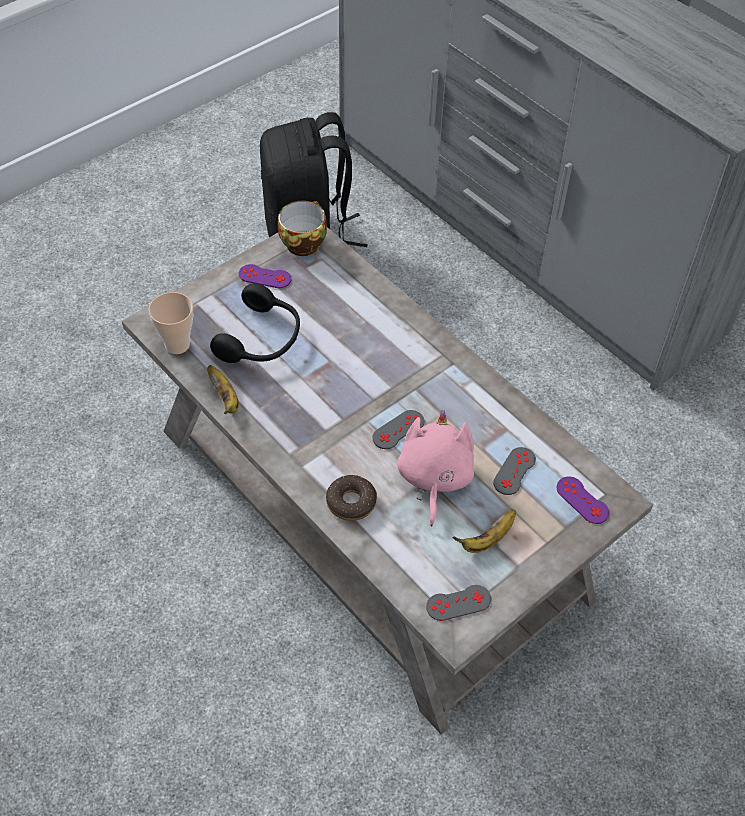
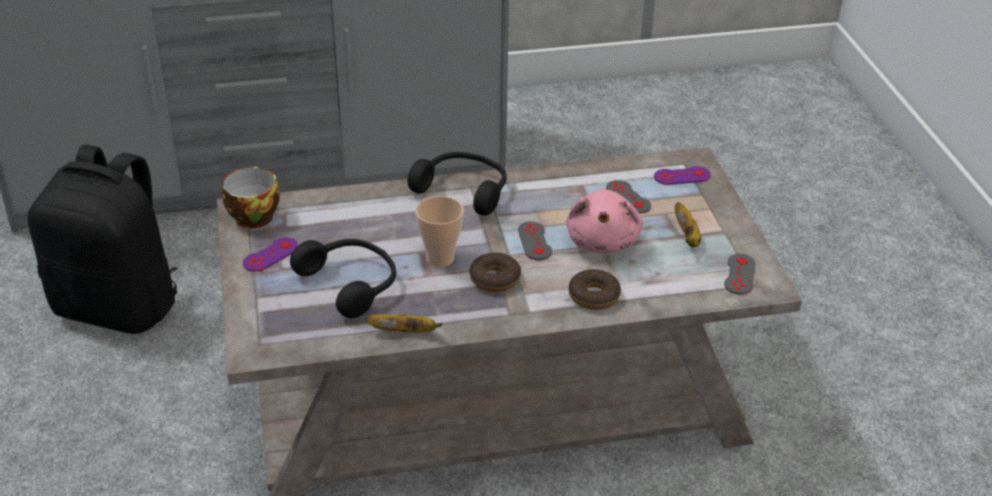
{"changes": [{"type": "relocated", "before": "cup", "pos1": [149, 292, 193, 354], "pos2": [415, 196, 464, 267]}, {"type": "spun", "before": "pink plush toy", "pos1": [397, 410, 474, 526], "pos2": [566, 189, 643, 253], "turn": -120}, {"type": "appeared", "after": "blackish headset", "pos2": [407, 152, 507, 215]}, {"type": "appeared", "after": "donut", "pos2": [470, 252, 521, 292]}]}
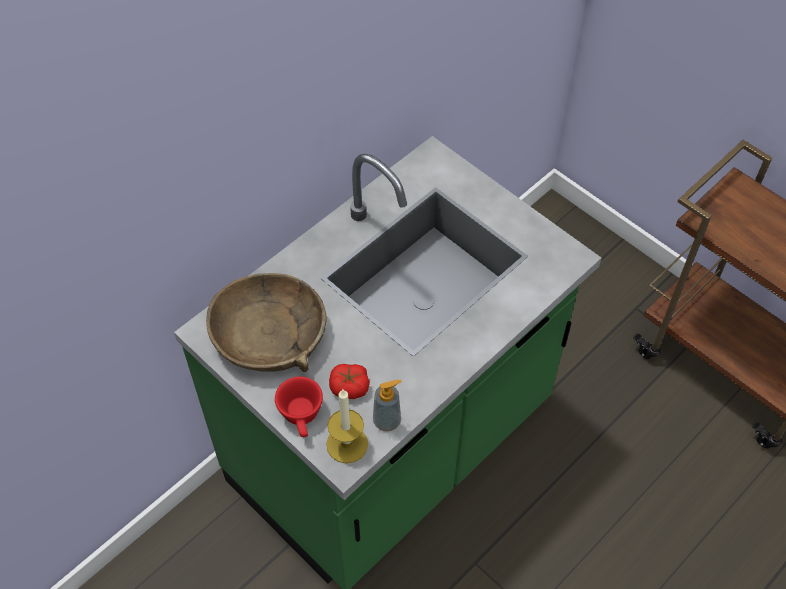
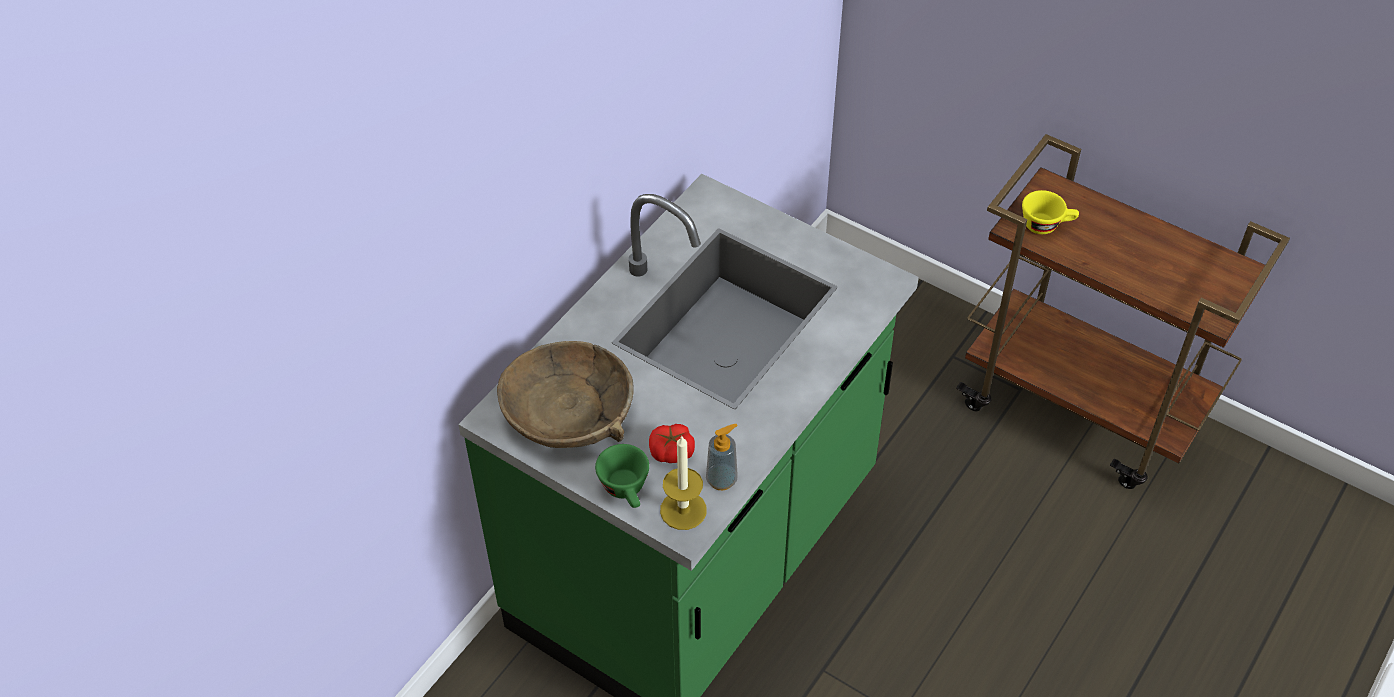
{"changes": [{"type": "colour", "before": "red cup", "after": "green-coloured cup", "pos1": [275, 377, 323, 437], "pos2": [595, 444, 649, 508]}, {"type": "appeared", "after": "yellow cup", "pos2": [1022, 190, 1079, 234]}]}
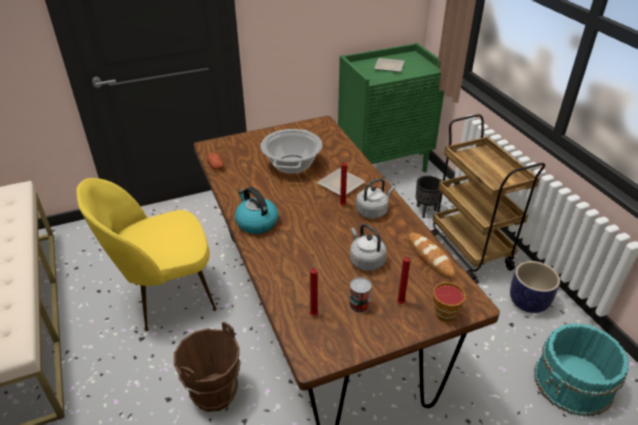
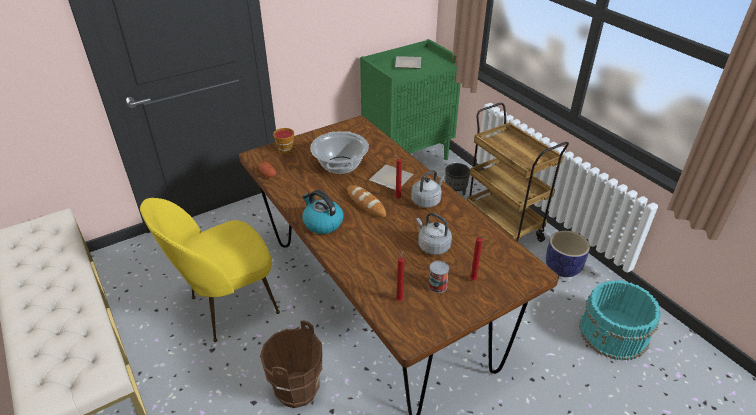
{"changes": [{"type": "relocated", "before": "bakery bread", "pos1": [408, 233, 455, 278], "pos2": [347, 185, 386, 217]}, {"type": "relocated", "before": "cup", "pos1": [433, 282, 466, 322], "pos2": [273, 128, 294, 154]}]}
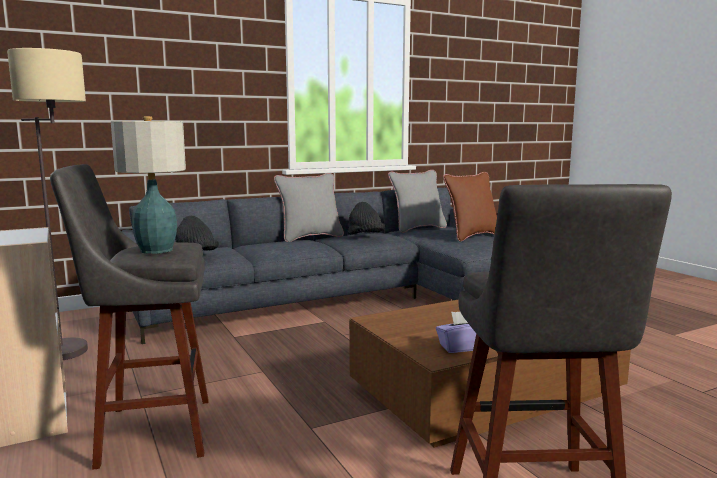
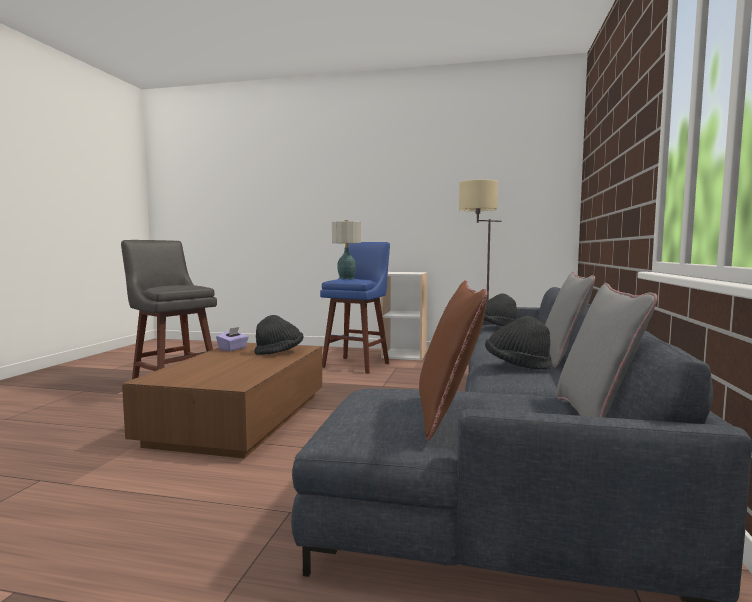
{"changes": [{"type": "colour", "before": "greyish stool seat", "after": "bluish stool seat", "pos1": [50, 164, 209, 470], "pos2": [320, 242, 390, 374]}, {"type": "appeared", "after": "blackish hat", "pos2": [255, 315, 304, 355]}]}
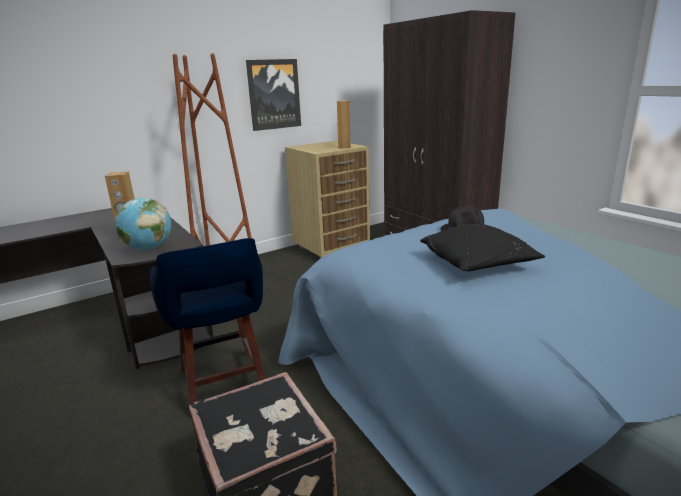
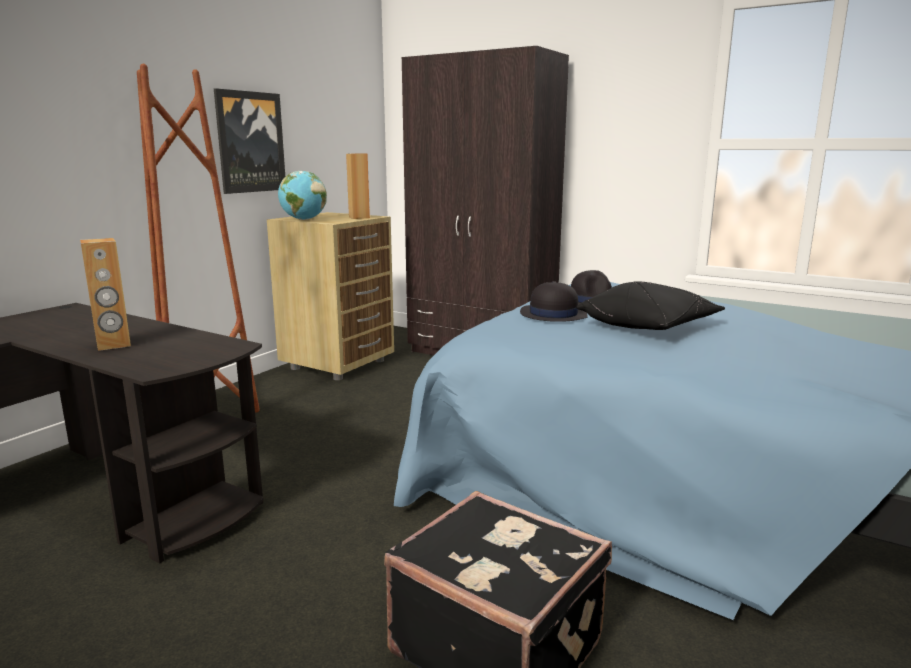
{"changes": [{"type": "relocated", "before": "desk globe", "pos1": [115, 198, 171, 250], "pos2": [278, 171, 327, 220]}, {"type": "missing", "before": "bluish stool seat", "pos1": [150, 238, 266, 418]}, {"type": "appeared", "after": "blackish hat", "pos2": [520, 281, 588, 322]}]}
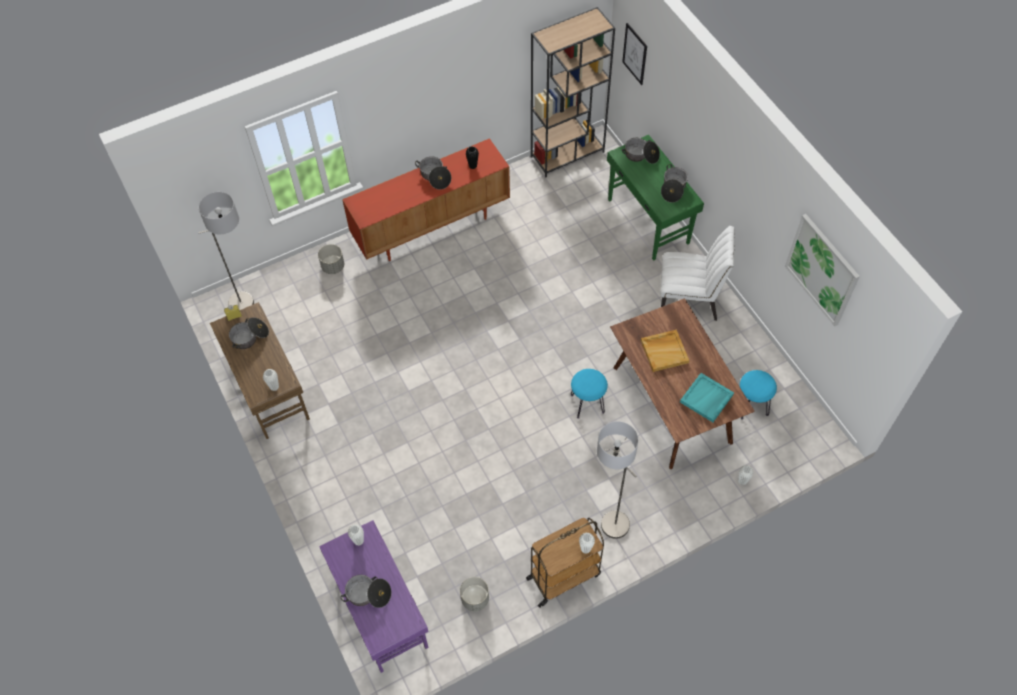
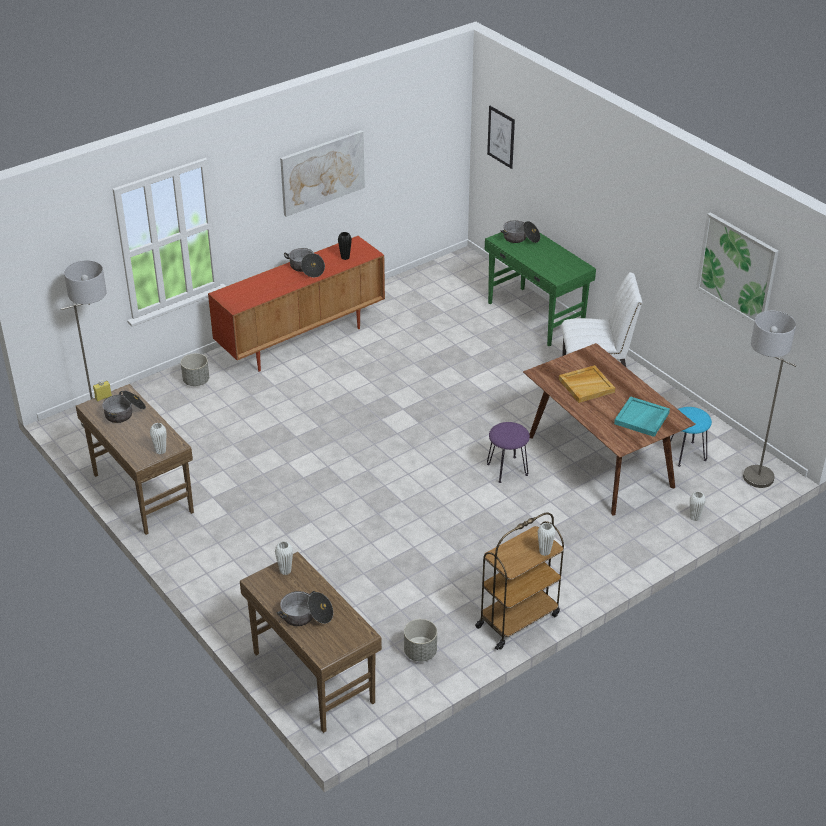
{"changes": [{"type": "missing", "before": "bookcase", "pos1": [531, 7, 615, 177]}, {"type": "missing", "before": "cooking pot", "pos1": [661, 164, 688, 203]}, {"type": "colour", "before": "turquoise-coloured stool seat", "after": "purplish stool seat", "pos1": [571, 369, 608, 419], "pos2": [487, 422, 530, 483]}, {"type": "relocated", "before": "greyish standard lamp", "pos1": [597, 421, 638, 539], "pos2": [743, 311, 796, 488]}, {"type": "colour", "before": "purplish hall table", "after": "brownish hall table", "pos1": [319, 520, 429, 673], "pos2": [240, 552, 382, 733]}, {"type": "appeared", "after": "wall art", "pos2": [280, 130, 365, 217]}]}
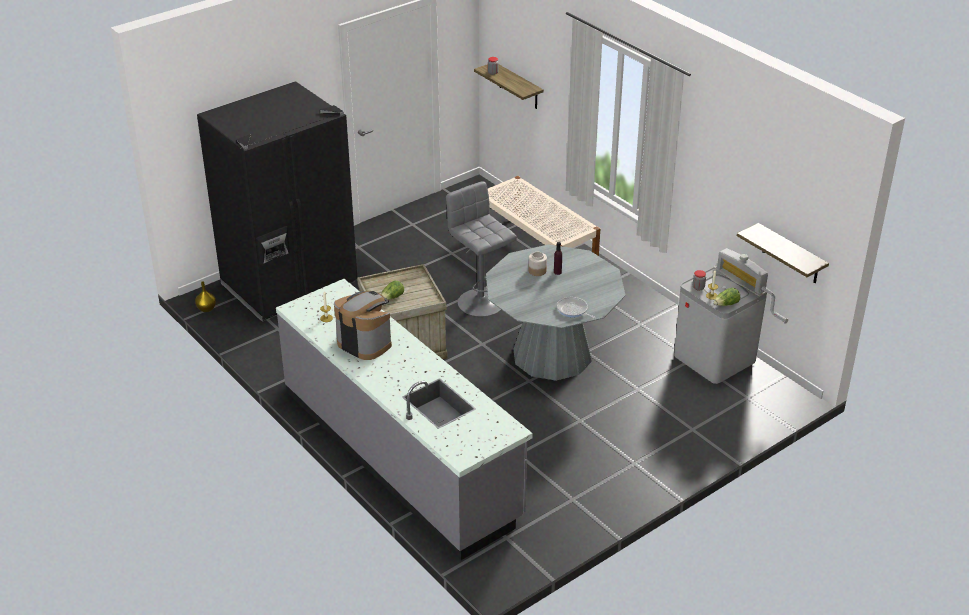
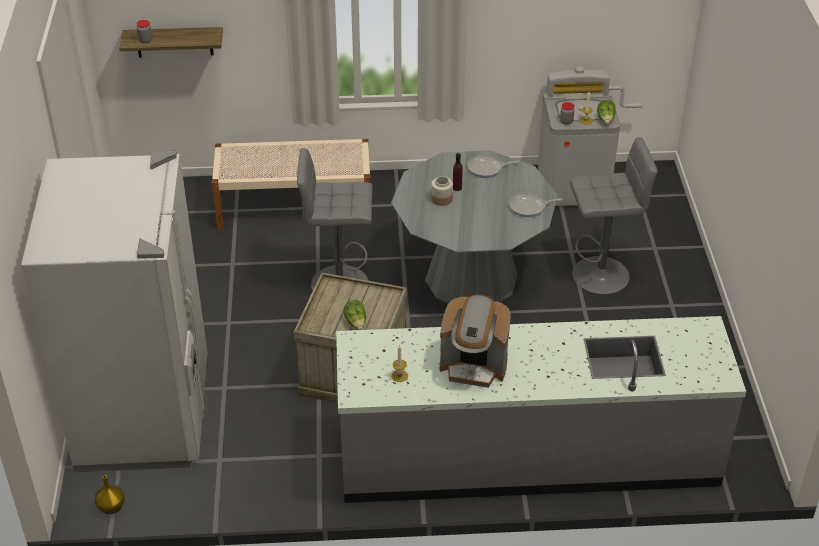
{"changes": [{"type": "colour", "before": "blackish refrigerator", "after": "white-coloured refrigerator", "pos1": [197, 81, 357, 322], "pos2": [21, 151, 208, 473]}, {"type": "missing", "before": "wall shelf", "pos1": [737, 223, 829, 283]}, {"type": "spun", "before": "coffee machine", "pos1": [334, 291, 392, 360], "pos2": [440, 294, 511, 388], "turn": -150}, {"type": "appeared", "after": "greyish stool seat", "pos2": [570, 137, 658, 294]}, {"type": "appeared", "after": "pan", "pos2": [468, 155, 519, 178]}]}
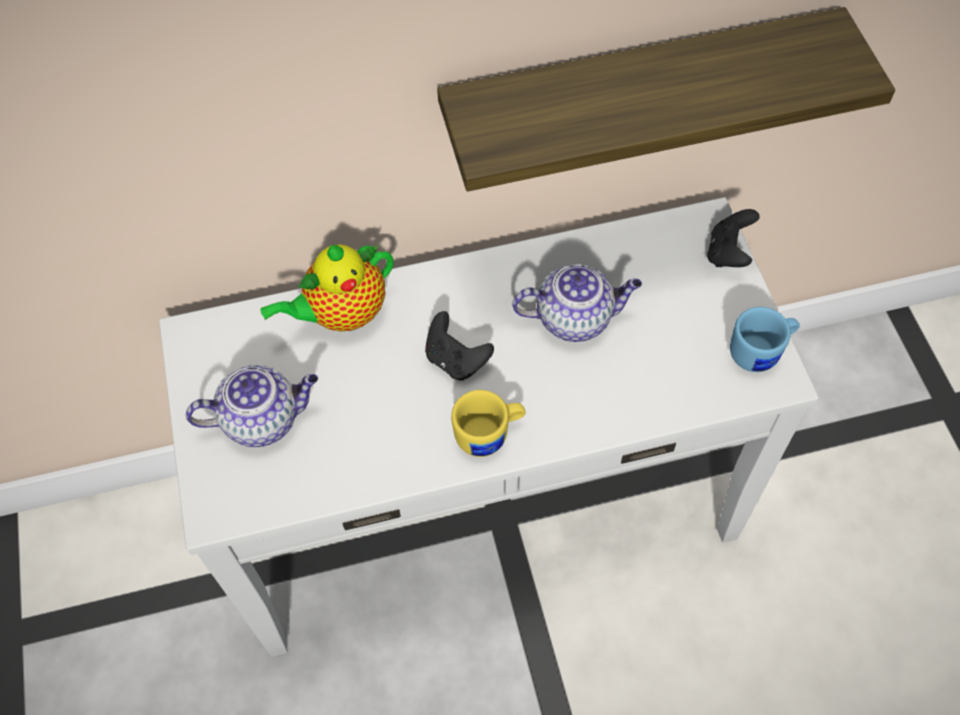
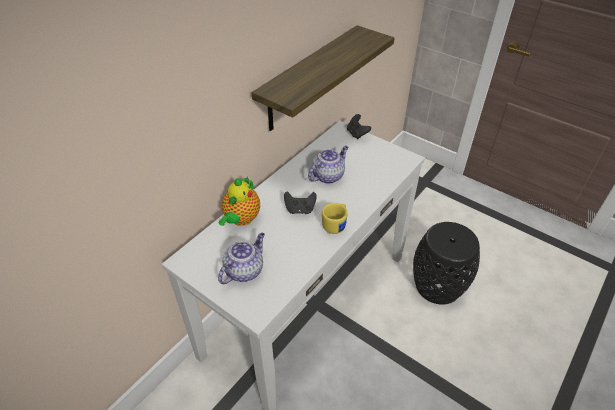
{"changes": [{"type": "missing", "before": "bluish coffee mug", "pos1": [730, 307, 800, 372]}, {"type": "appeared", "after": "blackish stool seat", "pos2": [413, 222, 480, 305]}]}
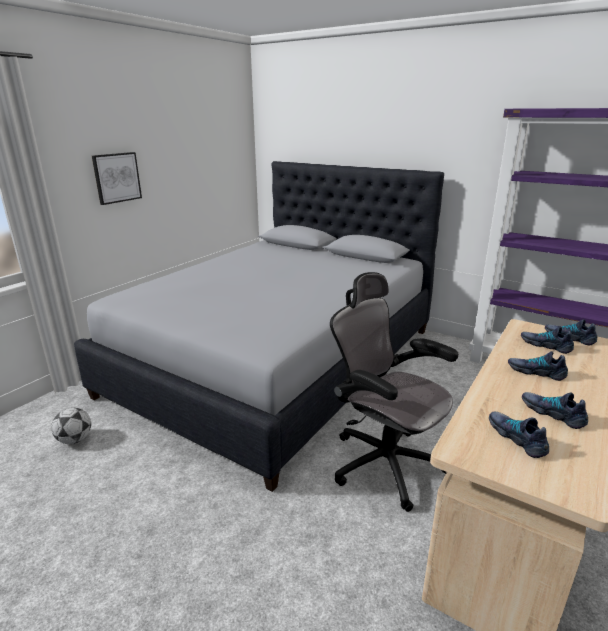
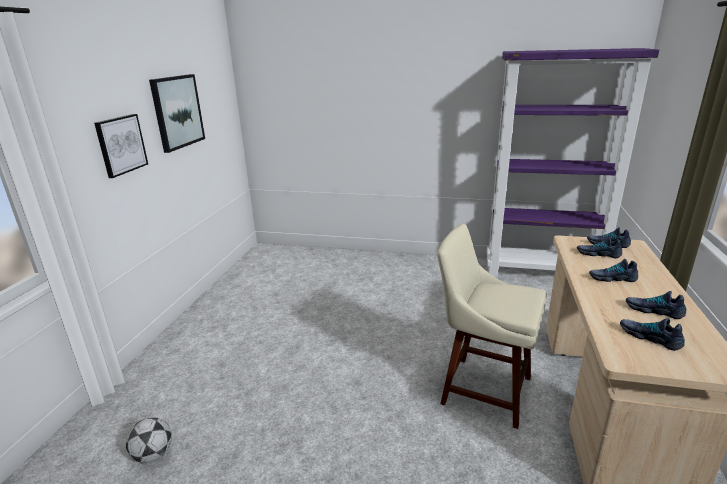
{"changes": [{"type": "missing", "before": "greyish bed", "pos1": [74, 161, 444, 492]}, {"type": "exchanged", "before": "desk chair", "after": "beige stool seat", "pos1": [330, 272, 458, 512], "pos2": [437, 224, 547, 429]}, {"type": "appeared", "after": "wall art", "pos2": [149, 74, 205, 153]}]}
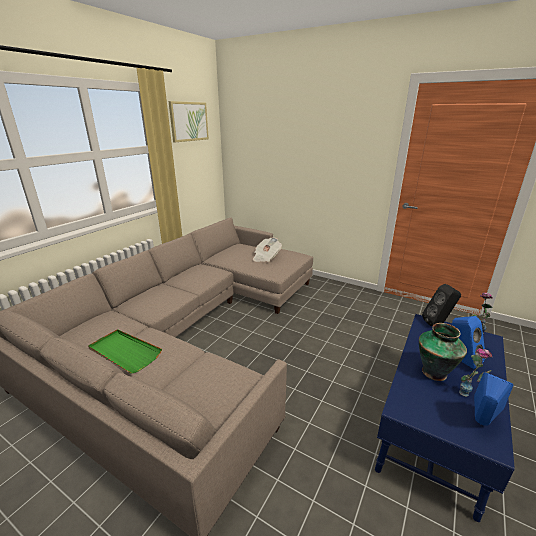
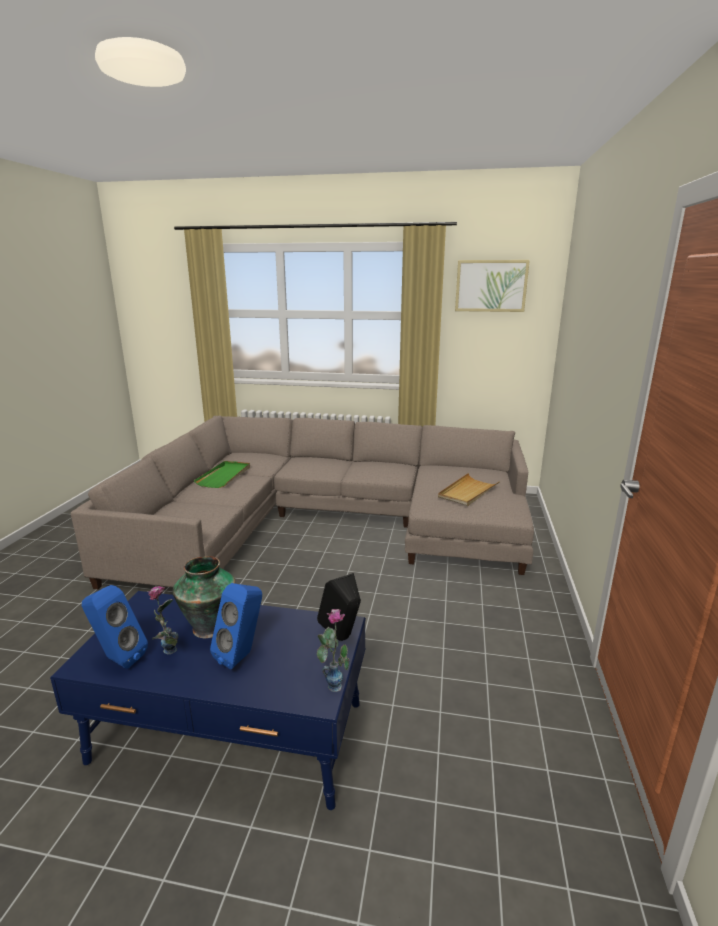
{"changes": [{"type": "exchanged", "before": "printed paper", "after": "beige carrying tray", "pos1": [253, 237, 282, 262], "pos2": [438, 473, 500, 506]}]}
